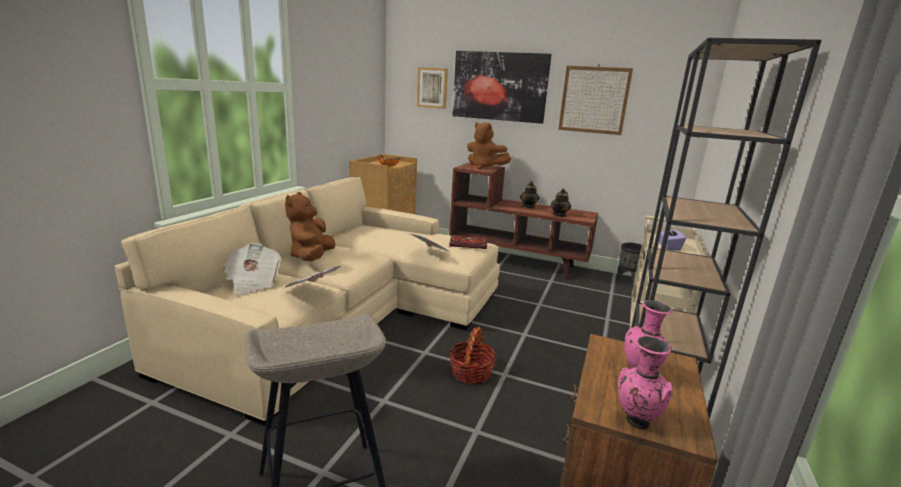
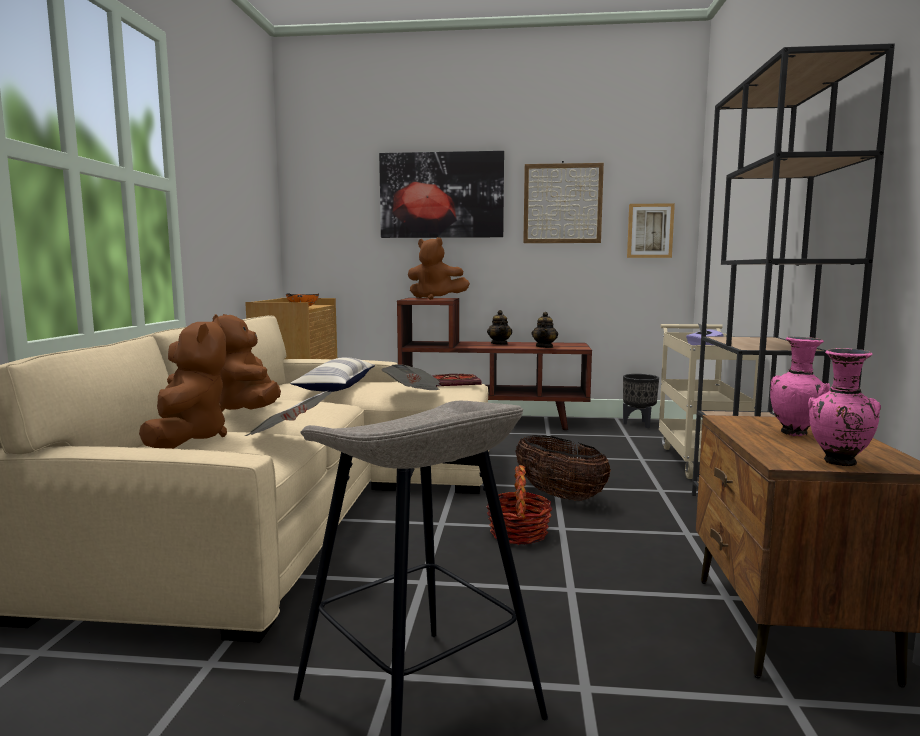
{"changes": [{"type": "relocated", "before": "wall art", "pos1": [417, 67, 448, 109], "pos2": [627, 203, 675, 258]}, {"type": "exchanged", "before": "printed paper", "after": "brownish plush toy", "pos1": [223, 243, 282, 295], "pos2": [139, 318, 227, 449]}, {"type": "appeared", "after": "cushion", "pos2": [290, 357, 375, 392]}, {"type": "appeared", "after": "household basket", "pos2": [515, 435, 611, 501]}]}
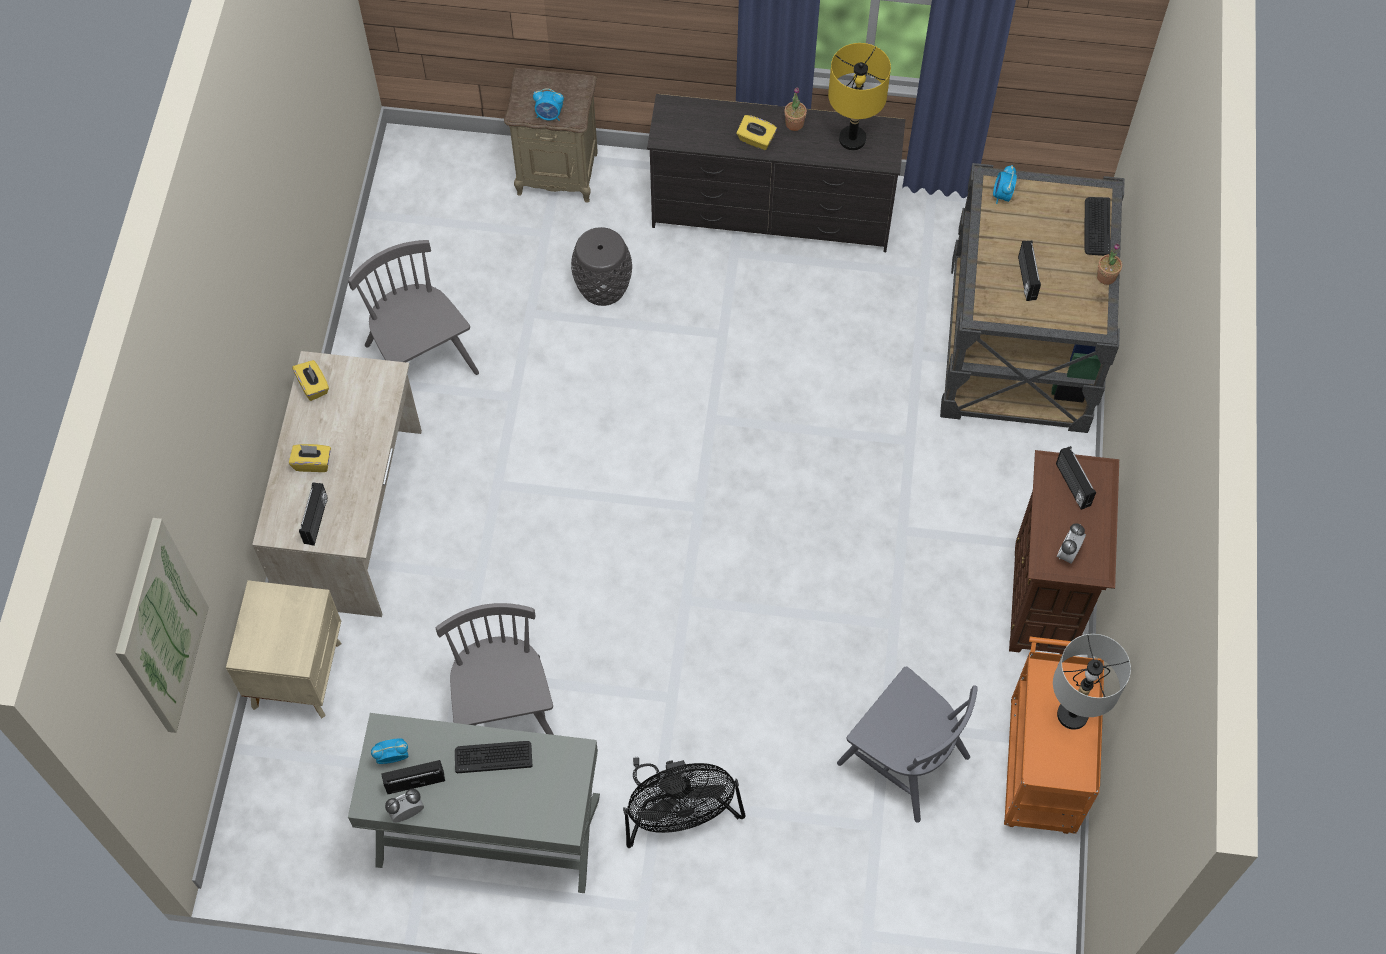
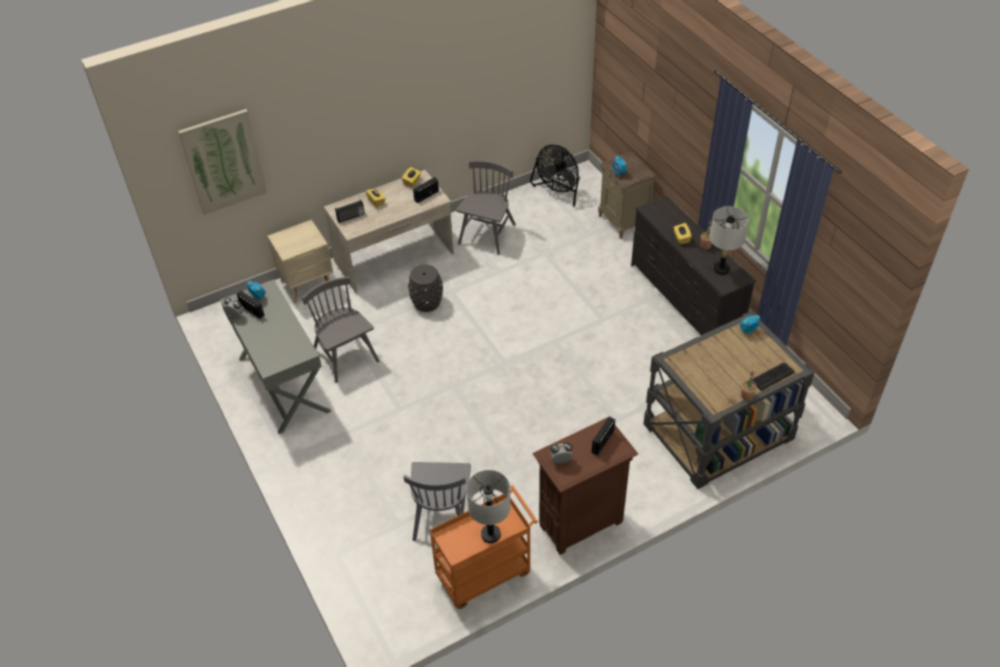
{"changes": [{"type": "colour", "before": "yellow tabletop lamp", "after": "greyish tabletop lamp", "pos1": [828, 43, 891, 150], "pos2": [710, 206, 749, 275]}, {"type": "relocated", "before": "greyish stool seat", "pos1": [571, 227, 632, 306], "pos2": [408, 264, 443, 312]}, {"type": "relocated", "before": "radio set", "pos1": [1018, 241, 1041, 301], "pos2": [413, 177, 439, 203]}, {"type": "spun", "before": "greyish chair", "pos1": [436, 603, 554, 735], "pos2": [302, 277, 379, 383], "turn": -75}, {"type": "missing", "before": "keyboard", "pos1": [455, 741, 532, 773]}, {"type": "relocated", "before": "blackish electric fan", "pos1": [623, 758, 746, 848], "pos2": [530, 145, 580, 207]}]}
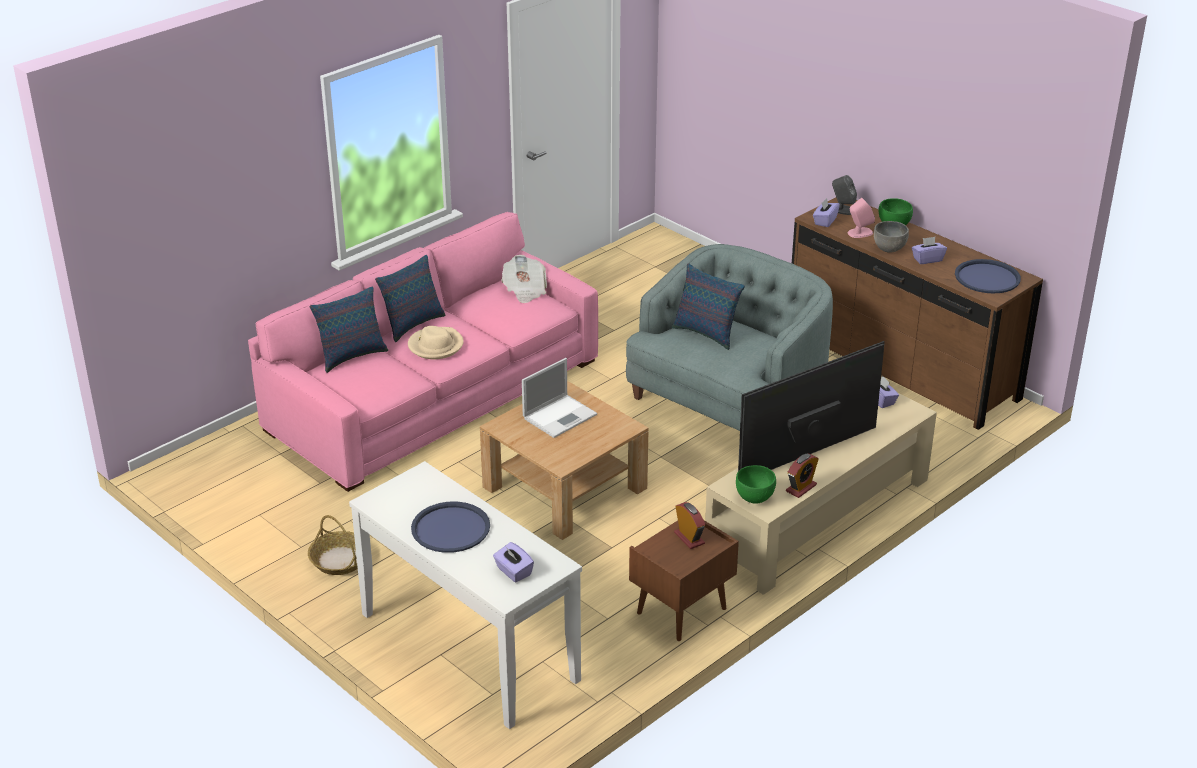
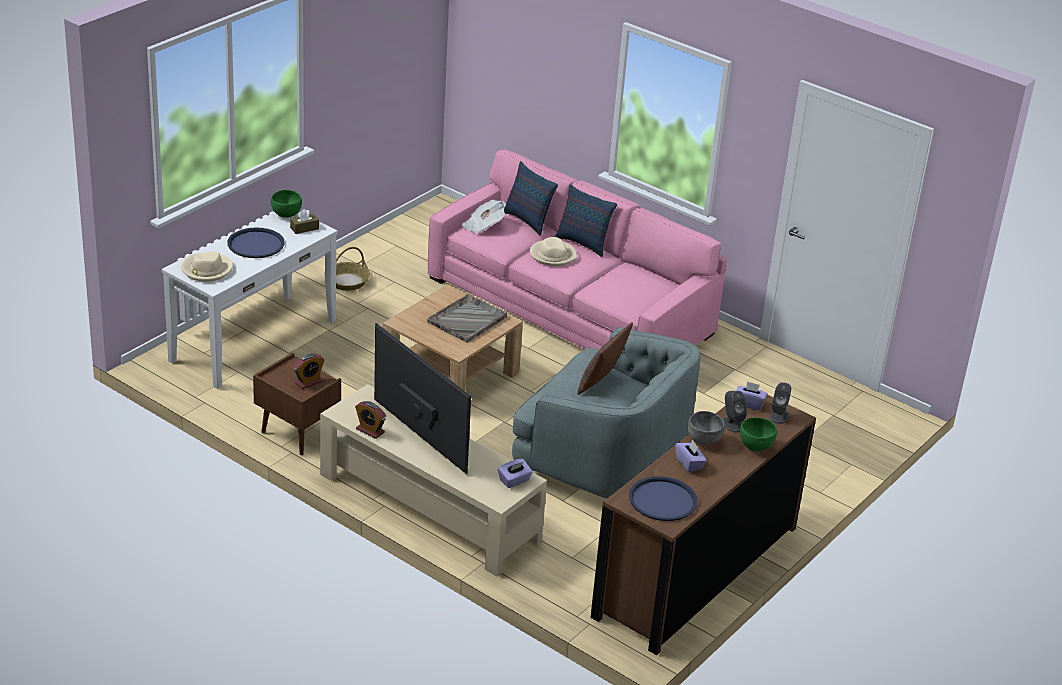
{"changes": [{"type": "colour", "before": "pink speaker", "after": "greyish speaker", "pos1": [848, 198, 875, 238], "pos2": [722, 391, 747, 433]}, {"type": "relocated", "before": "printed paper", "pos1": [502, 255, 547, 303], "pos2": [462, 200, 506, 234]}, {"type": "colour", "before": "bluish cushion", "after": "brownish cushion", "pos1": [672, 263, 745, 350], "pos2": [577, 322, 633, 395]}, {"type": "exchanged", "before": "laptop", "after": "greyish carrying tray", "pos1": [522, 358, 597, 438], "pos2": [427, 294, 507, 343]}, {"type": "relocated", "before": "green-coloured serving bowl", "pos1": [736, 465, 776, 504], "pos2": [271, 190, 302, 218]}, {"type": "exchanged", "before": "purplish tissue box", "after": "beige hat", "pos1": [493, 542, 534, 582], "pos2": [181, 251, 233, 282]}, {"type": "appeared", "after": "brownish tissue box", "pos2": [290, 209, 319, 234]}]}
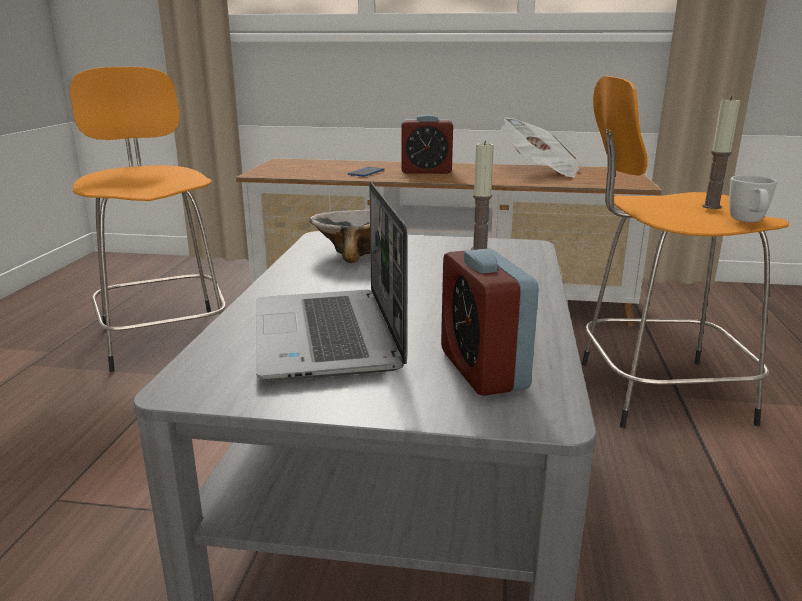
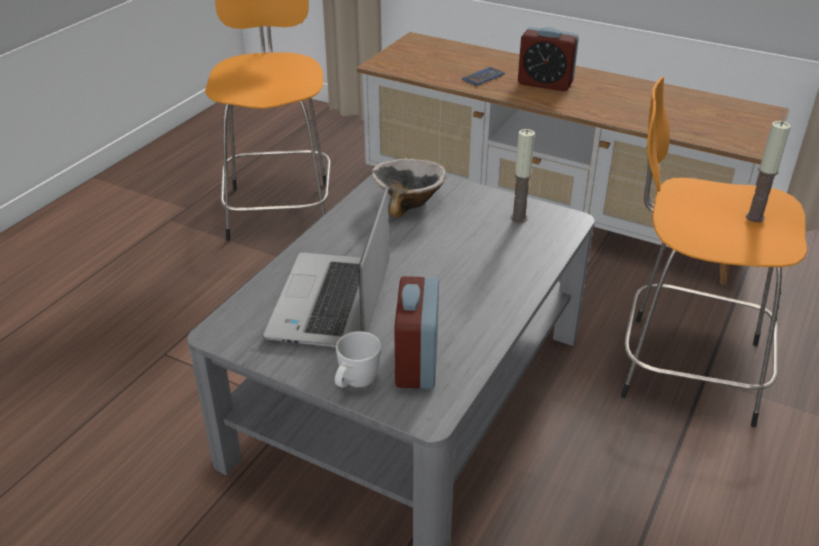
{"changes": [{"type": "missing", "before": "printed paper", "pos1": [501, 117, 583, 178]}, {"type": "relocated", "before": "white-coloured coffee mug", "pos1": [729, 175, 777, 222], "pos2": [335, 331, 381, 388]}]}
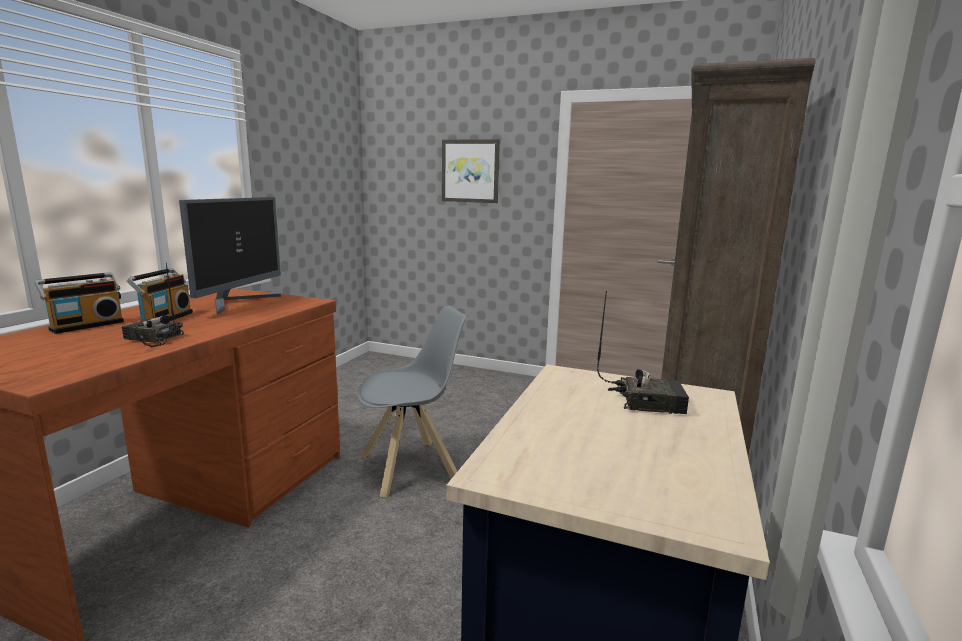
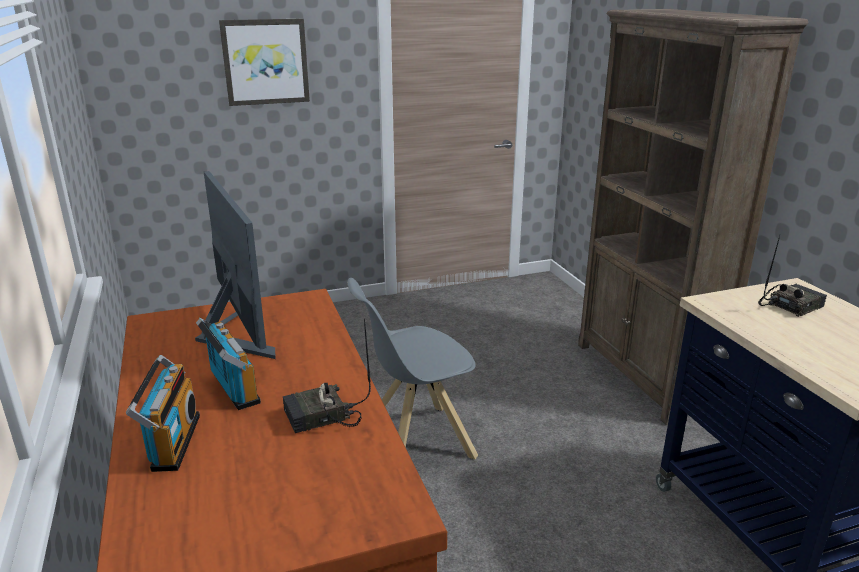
{"changes": [{"type": "spun", "before": "greyish chair", "pos1": [357, 306, 467, 498], "pos2": [347, 278, 478, 460], "turn": -135}]}
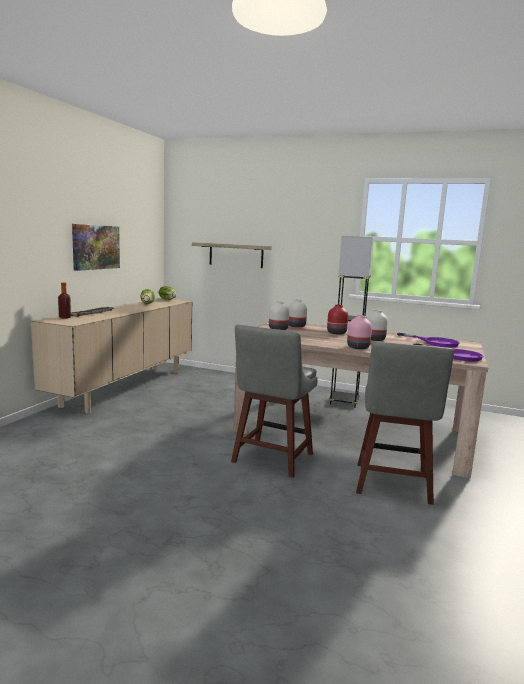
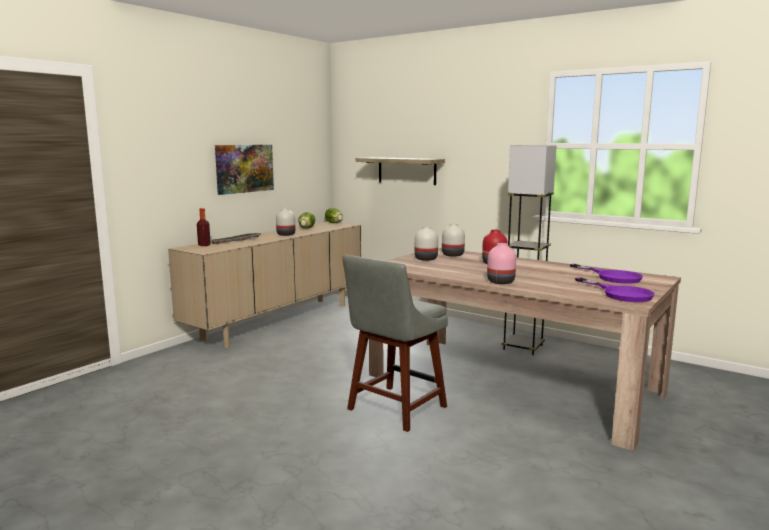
{"changes": [{"type": "relocated", "before": "white-coloured decorative vase", "pos1": [366, 310, 388, 341], "pos2": [276, 208, 295, 236]}, {"type": "missing", "before": "greyish chair", "pos1": [356, 342, 454, 505]}]}
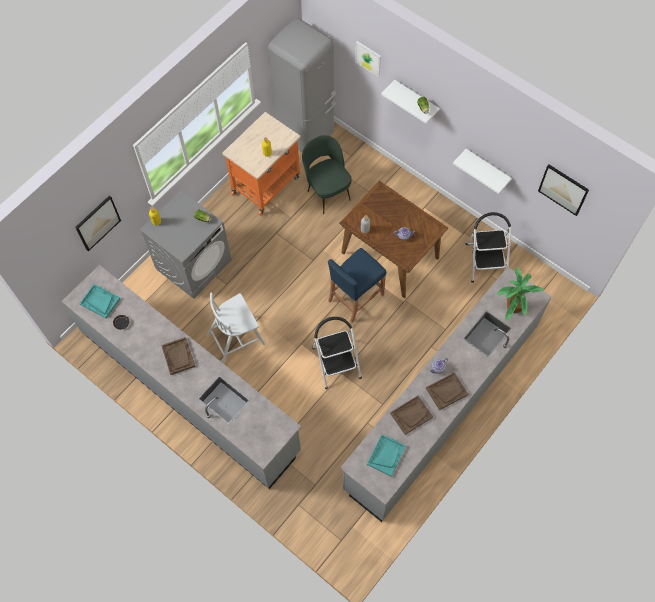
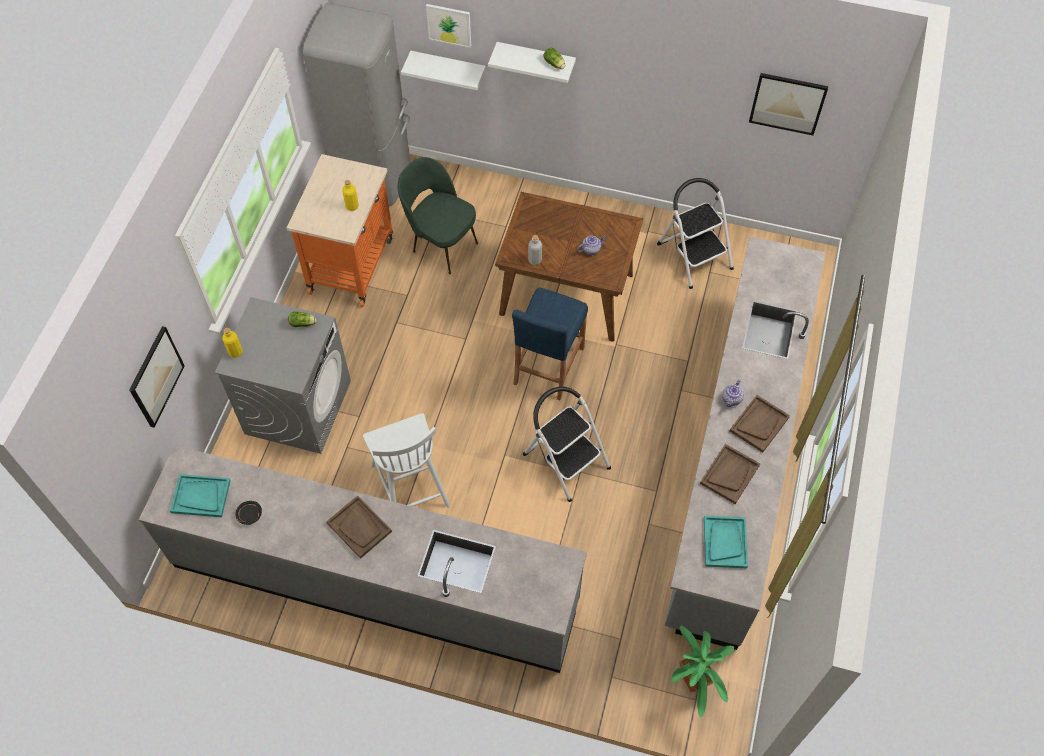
{"changes": [{"type": "relocated", "before": "white-coloured wall shelf", "pos1": [453, 149, 512, 194], "pos2": [401, 51, 486, 90]}, {"type": "relocated", "before": "potted plant", "pos1": [497, 267, 543, 321], "pos2": [671, 626, 734, 717]}, {"type": "spun", "before": "white-coloured chair", "pos1": [206, 293, 265, 364], "pos2": [363, 413, 450, 508], "turn": -60}]}
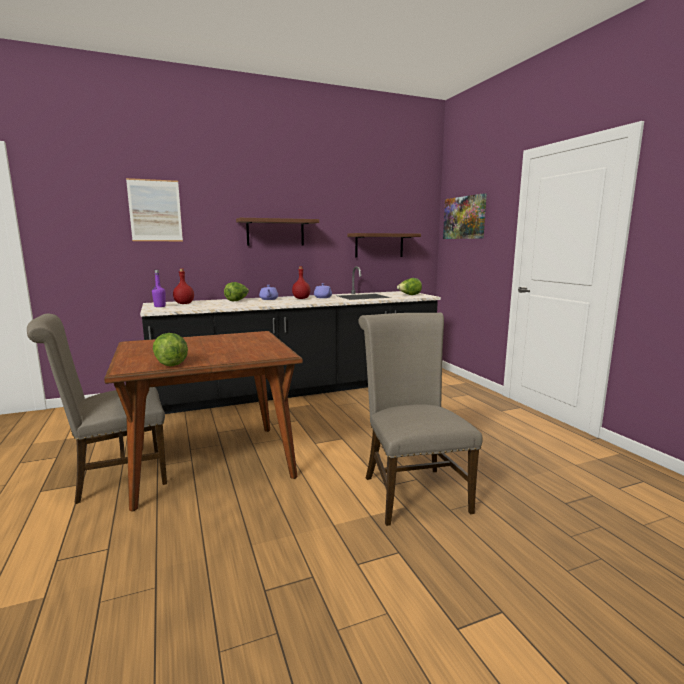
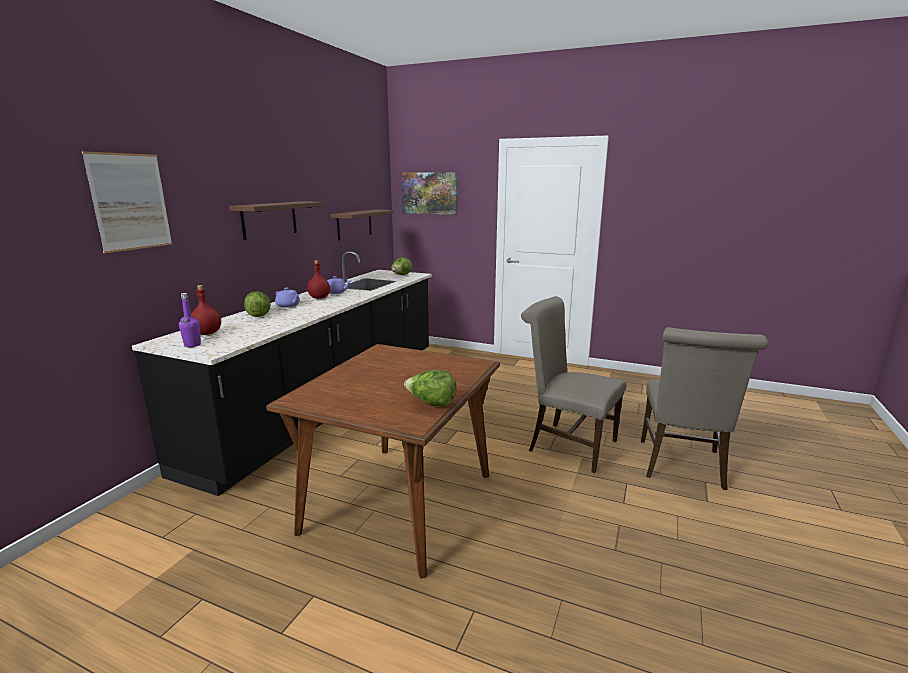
{"changes": [{"type": "relocated", "before": "beige chair", "pos1": [27, 314, 167, 504], "pos2": [641, 327, 768, 490]}]}
